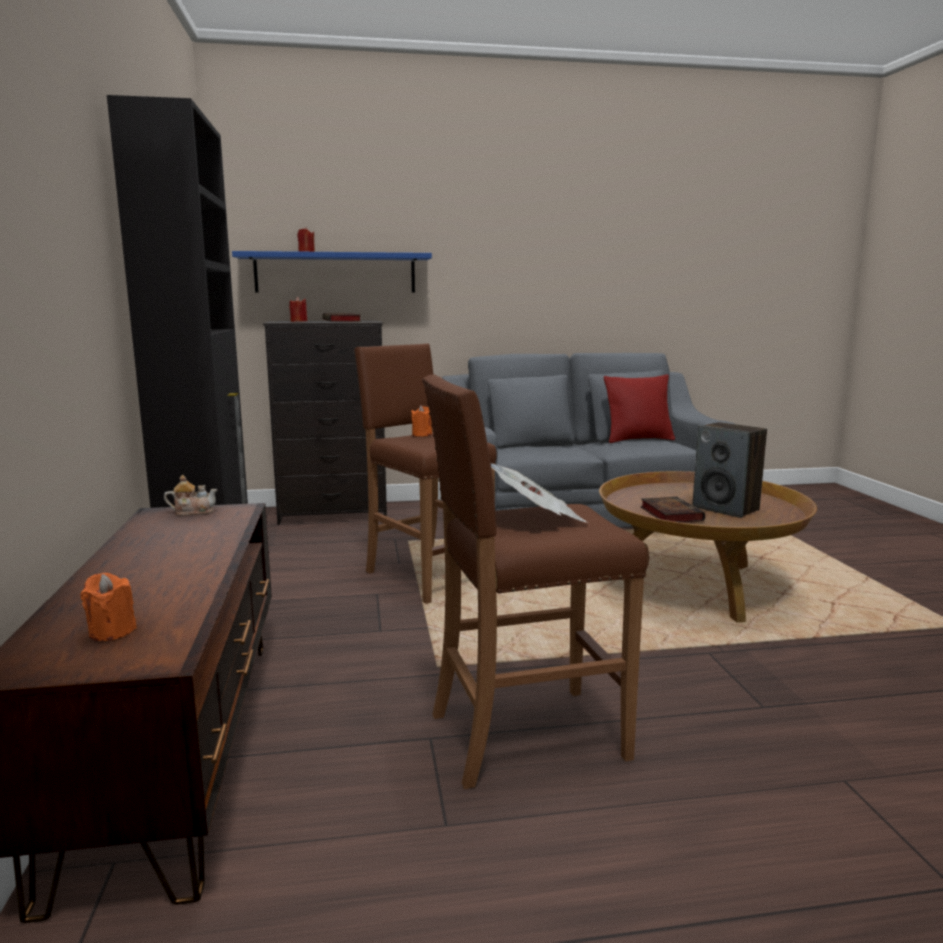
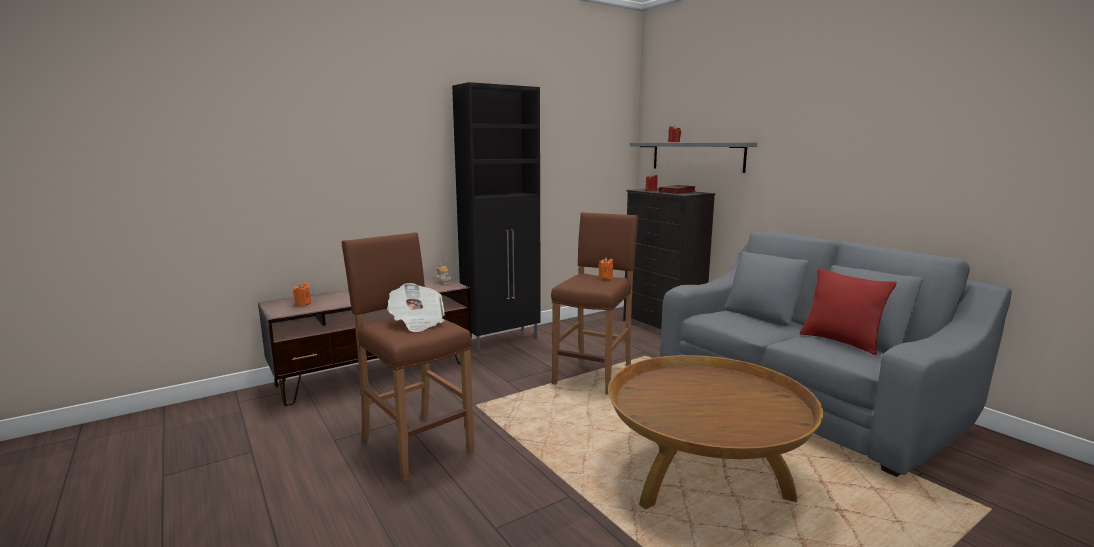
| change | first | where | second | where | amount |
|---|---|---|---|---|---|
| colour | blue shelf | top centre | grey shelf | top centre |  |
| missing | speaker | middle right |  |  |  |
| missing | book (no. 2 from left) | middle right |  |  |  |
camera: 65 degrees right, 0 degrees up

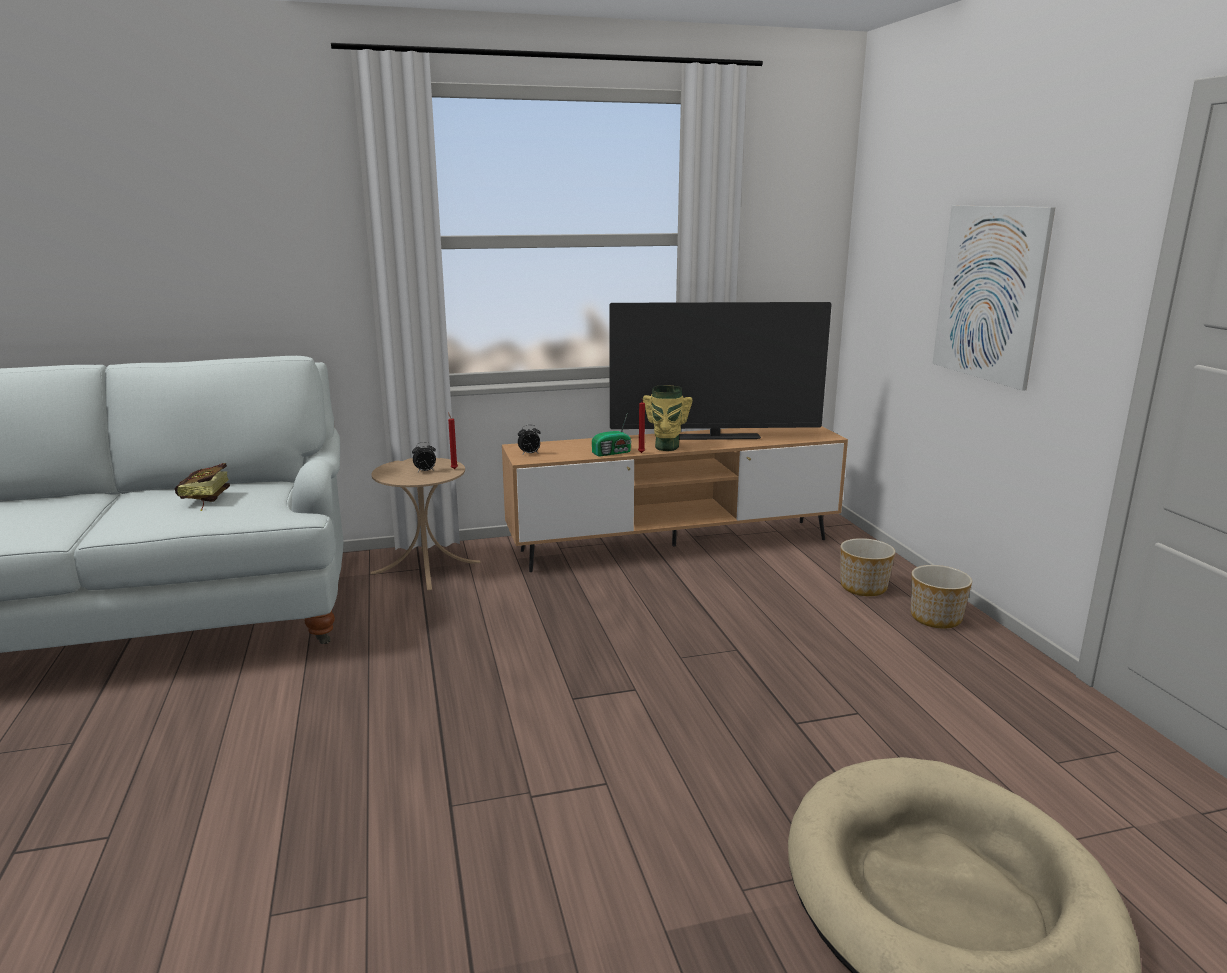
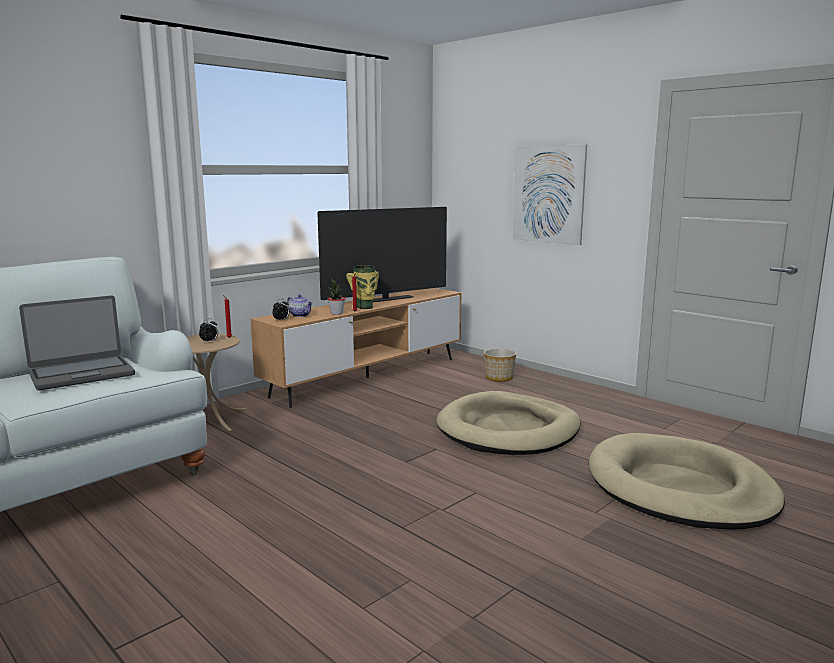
| change | first | where | second | where | amount |
|---|---|---|---|---|---|
| exchanged | radio | centre | potted plant | centre |  |
| exchanged | book | middle left | laptop | middle left |  |
| missing | planter (no. 2 from left) | middle right |  |  |  |
| appeared |  |  | teapot | centre |  |
| appeared |  |  | beige dog bed (no. 1 from left) | centre |  |
camera: 30 degrees left, 5 degrees down

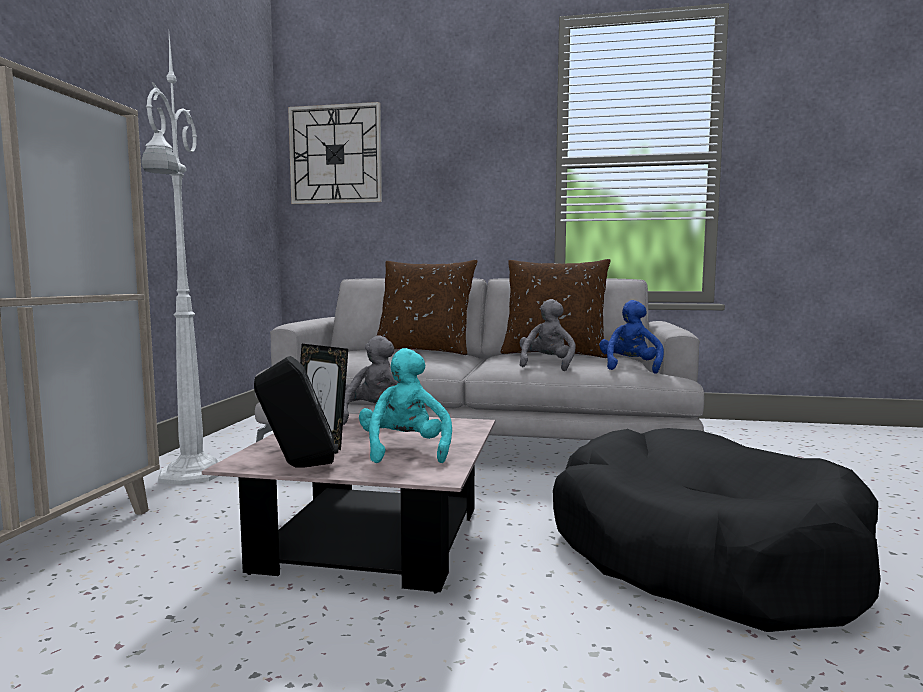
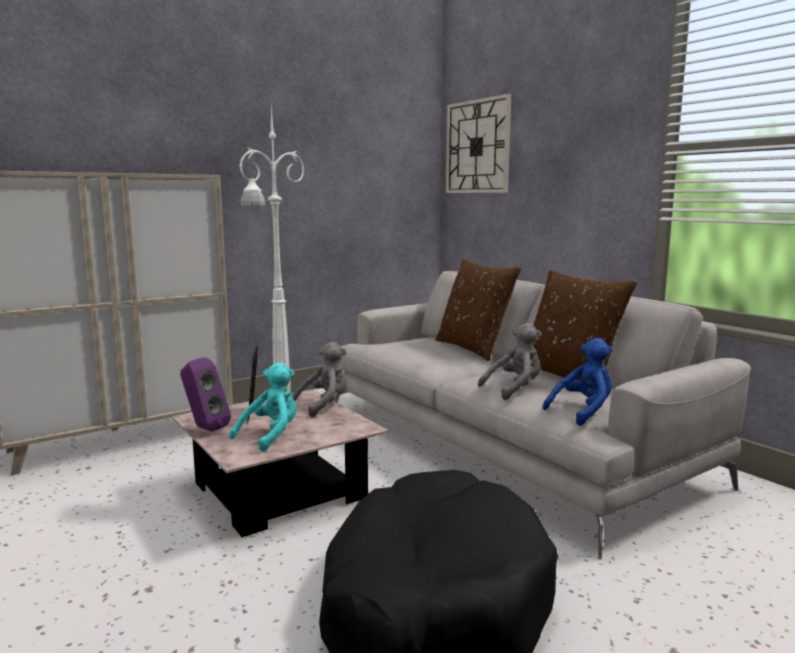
| change | first | where | second | where | amount |
|---|---|---|---|---|---|
| colour | black speaker | middle left | purple speaker | middle left |  |
camera: 45 degrees right, 5 degrees up

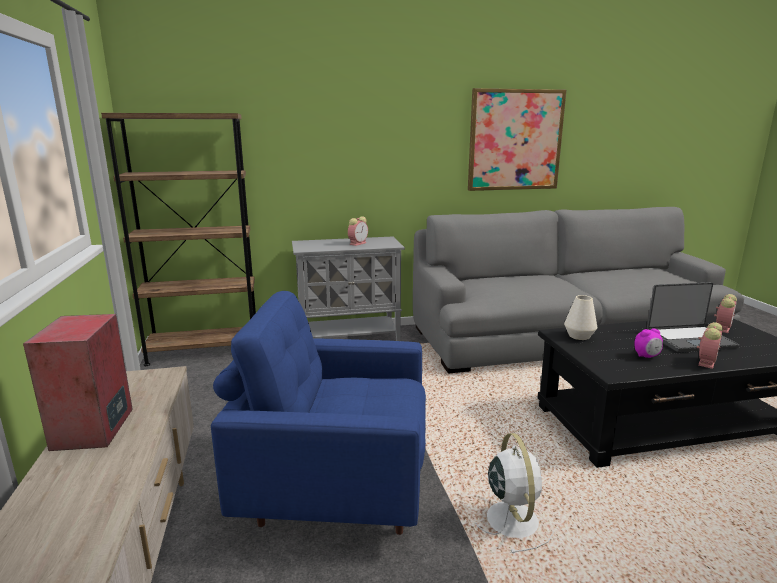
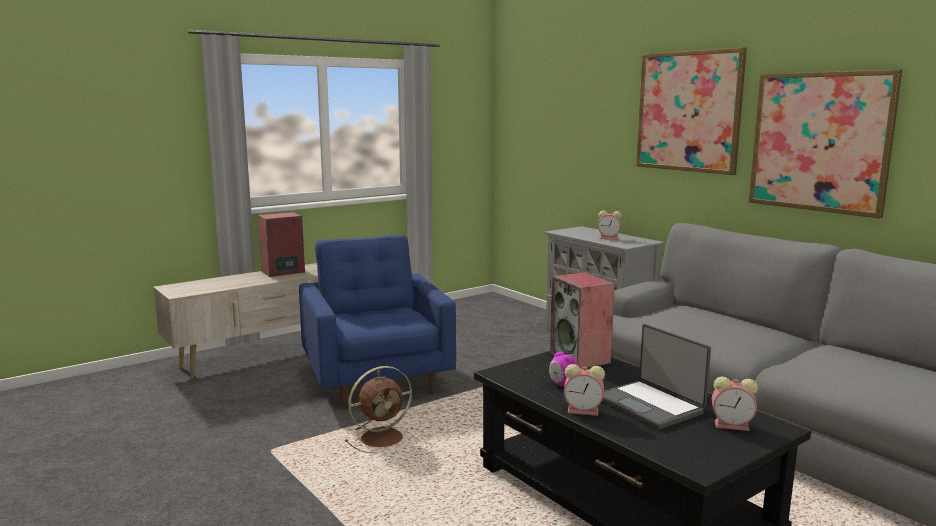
| change | first | where | second | where | amount |
|---|---|---|---|---|---|
| missing | brown bookcase | middle left |  |  |  |
| exchanged | white vase | middle right | speaker (no. 2 from left) | centre |  |
| colour | white fan | bottom centre | brown fan | bottom centre |  |
| appeared |  |  | picture (no. 1 from left) | top right |  |
camera: 65 degrees right, 5 degrees down

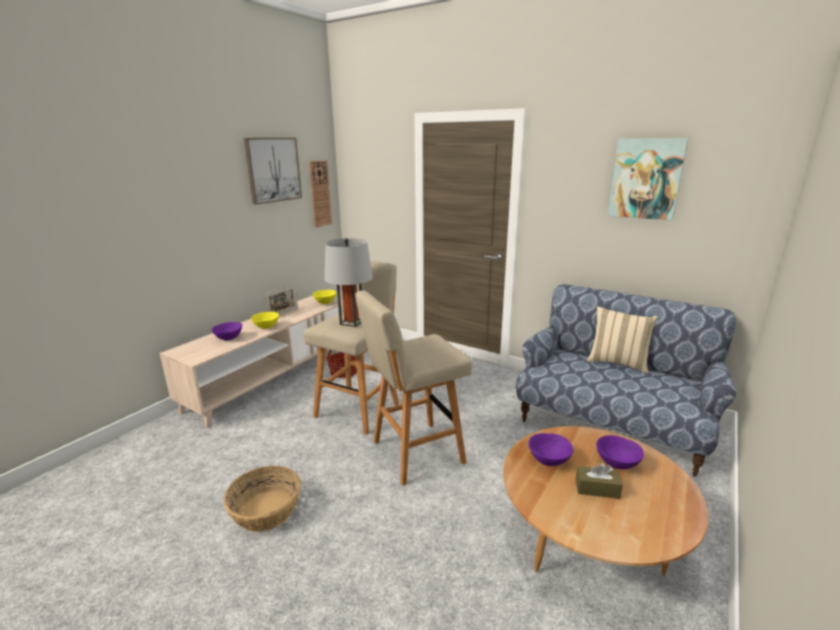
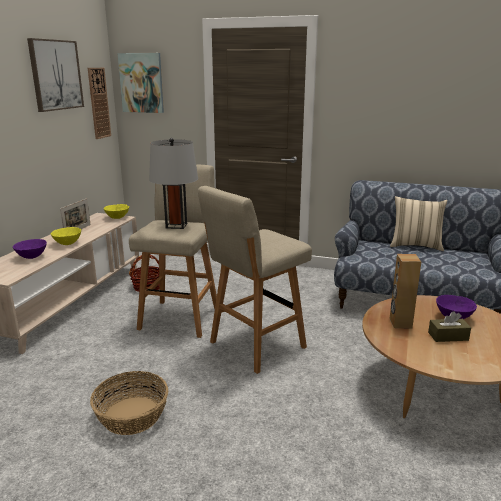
| change | first | where | second | where | amount |
|---|---|---|---|---|---|
| relocated | picture (no. 2 from left) | top right |  | top left |  |
| exchanged | purple bowl (no. 2 from left) | bottom centre | brown speaker | middle right |  |
camera: 15 degrees left, 0 degrees up

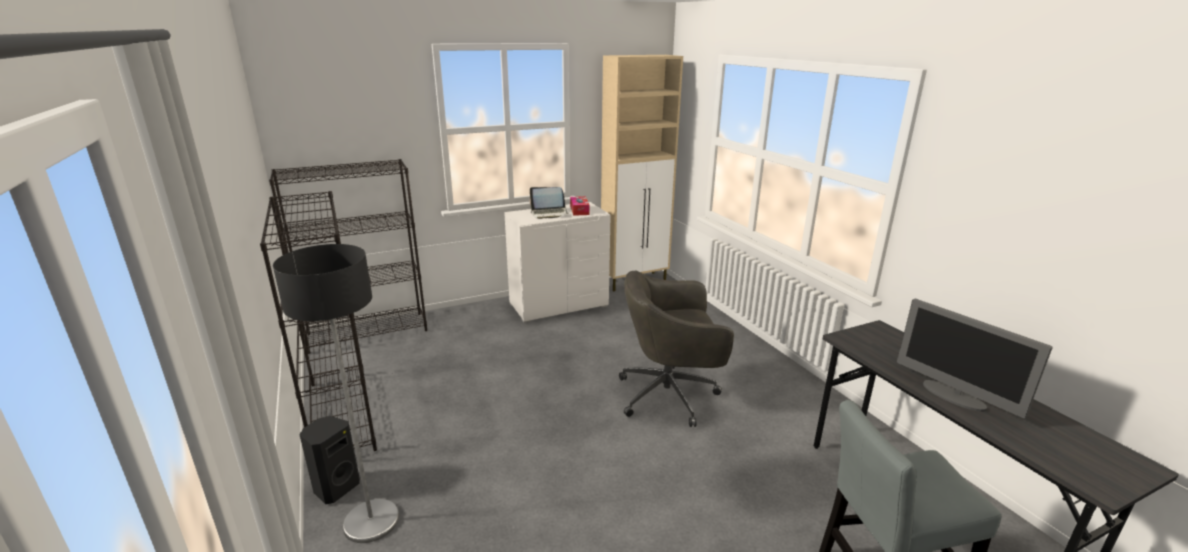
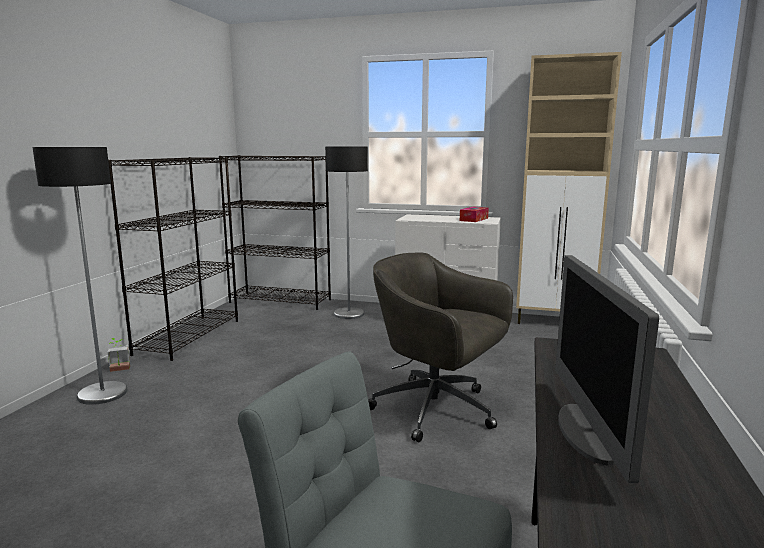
| change | first | where | second | where | amount |
|---|---|---|---|---|---|
| missing | laptop | centre |  |  |  |
| exchanged | black speaker | bottom left | potted plant | middle left |  |
| appeared |  |  | floor lamp (no. 2 from left) | centre |  |
camera: 40 degrees right, 10 degrees down

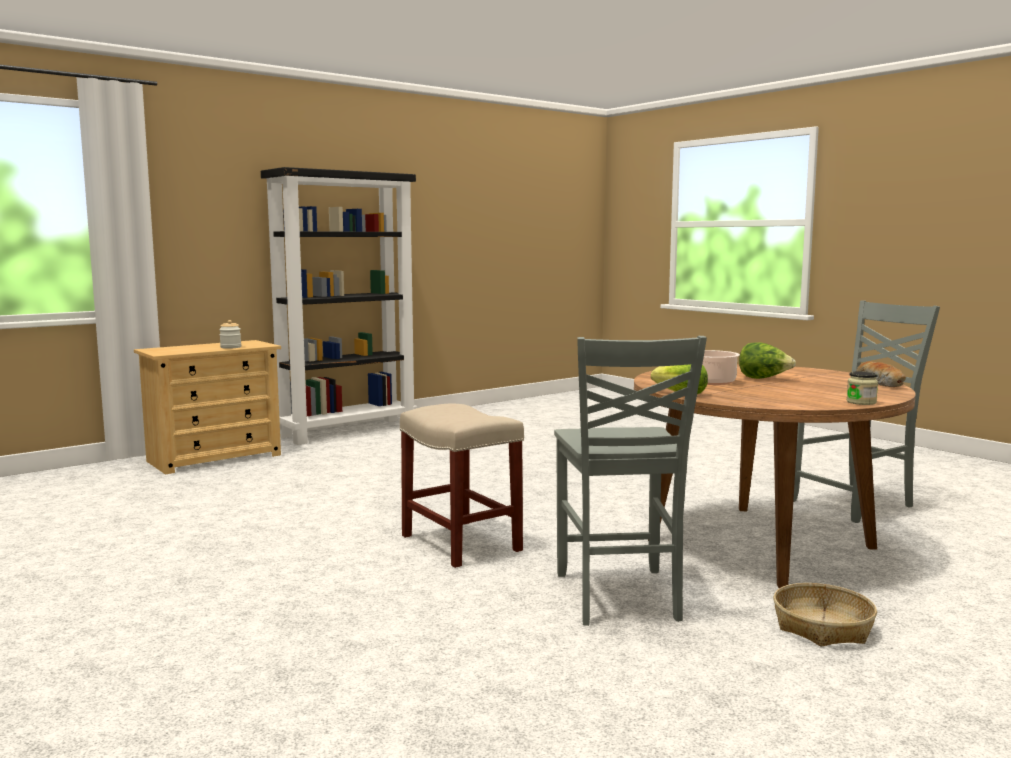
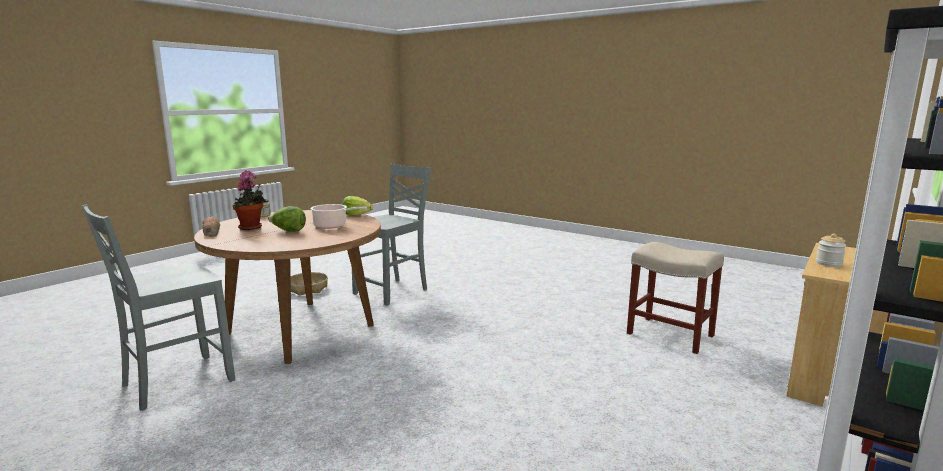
| change | first | where | second | where | amount |
|---|---|---|---|---|---|
| spun | grey chair (no. 1 from left in the first image) | centre | grey chair (no. 2 from left) | centre | 60 degrees clockwise |
| relocated | beige stool | centre |  | middle right |  |
| appeared |  |  | potted plant | middle left |  |
camera: 165 degrees right, 5 degrees up

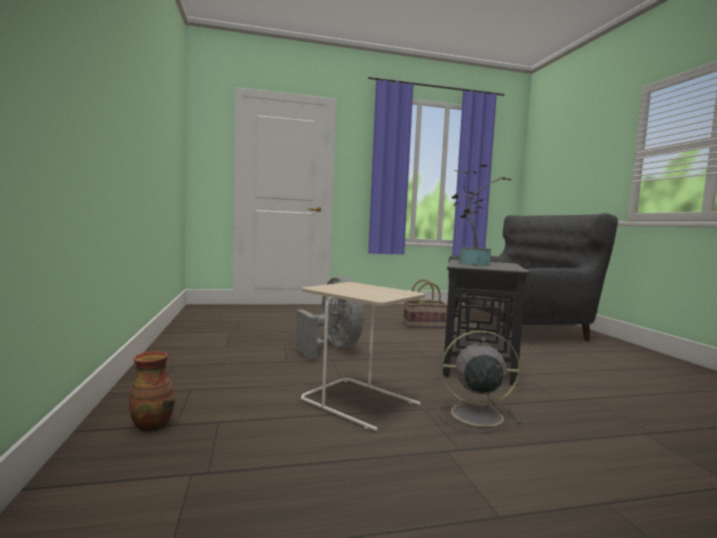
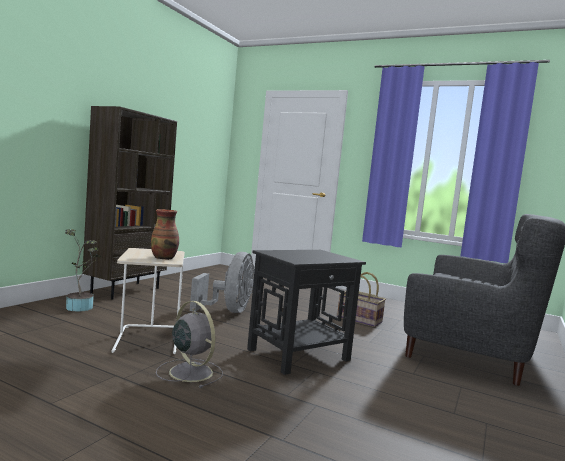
| change | first | where | second | where | amount |
|---|---|---|---|---|---|
| relocated | potted plant | middle right |  | middle left |  |
| relocated | vase | bottom left |  | middle left |  |
| appeared |  |  | brown bookcase | middle left |  |
camera: 40 degrees right, 0 degrees up

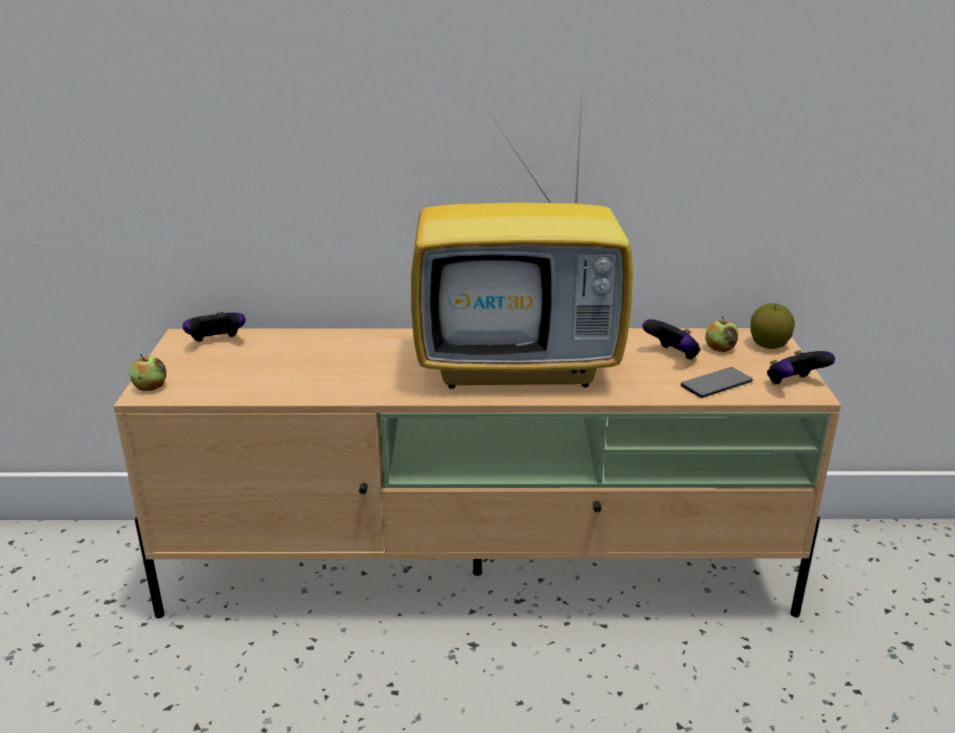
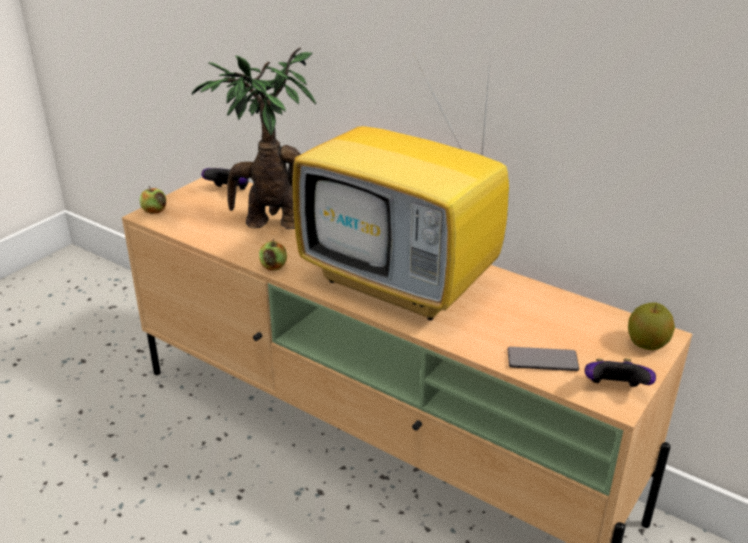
| change | first | where | second | where | amount |
|---|---|---|---|---|---|
| relocated | apple (no. 2 from left) | middle right |  | centre |  |
| missing | game controller (no. 2 from left) | middle right |  |  |  |
| appeared |  |  | potted plant | top centre |  |
camera: 35 degrees right, 5 degrees up

